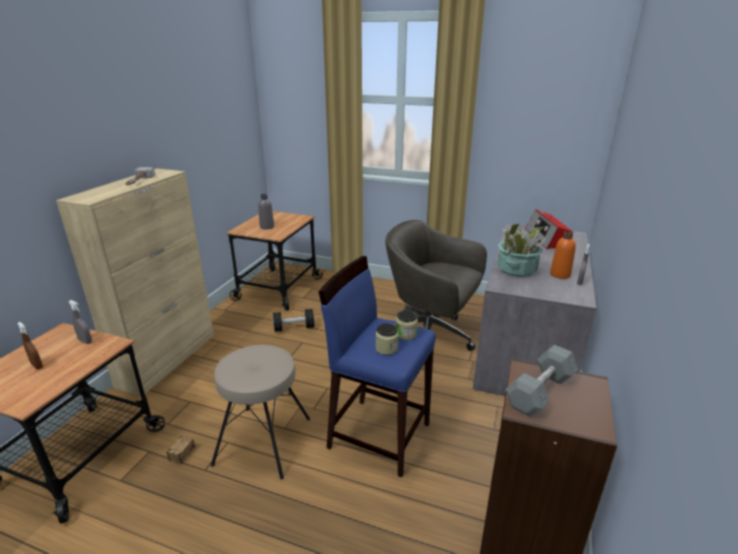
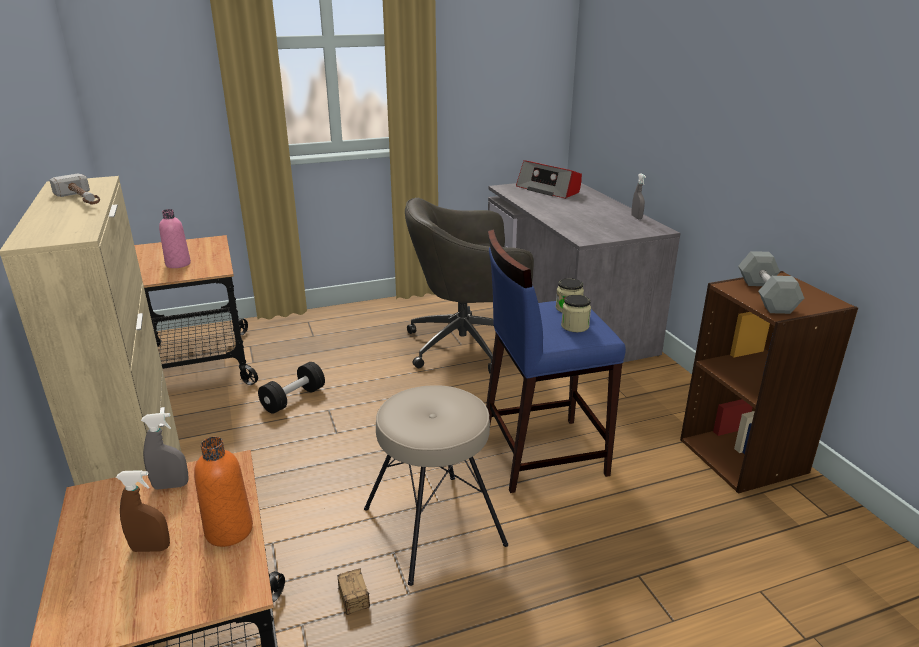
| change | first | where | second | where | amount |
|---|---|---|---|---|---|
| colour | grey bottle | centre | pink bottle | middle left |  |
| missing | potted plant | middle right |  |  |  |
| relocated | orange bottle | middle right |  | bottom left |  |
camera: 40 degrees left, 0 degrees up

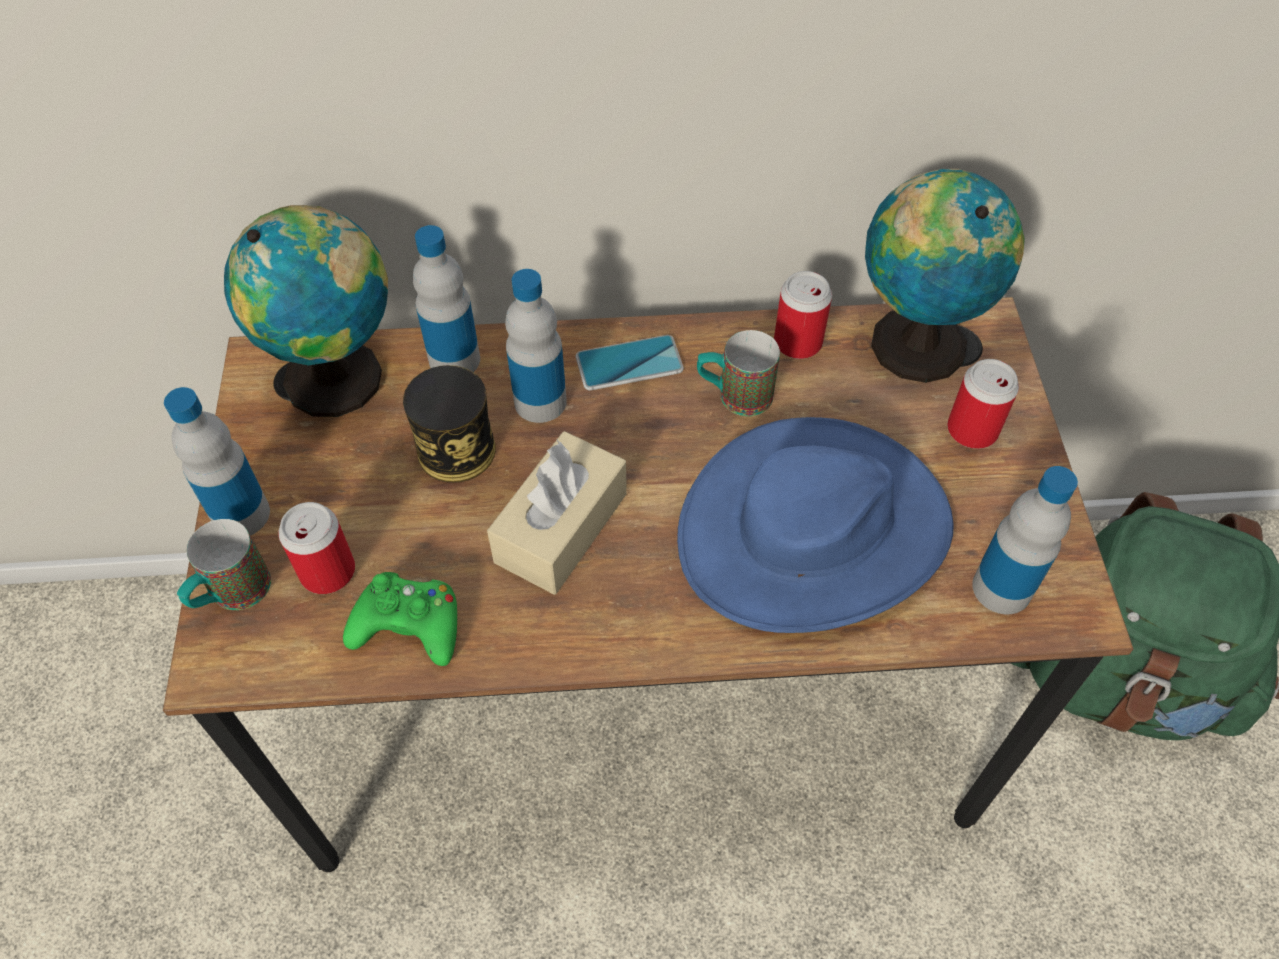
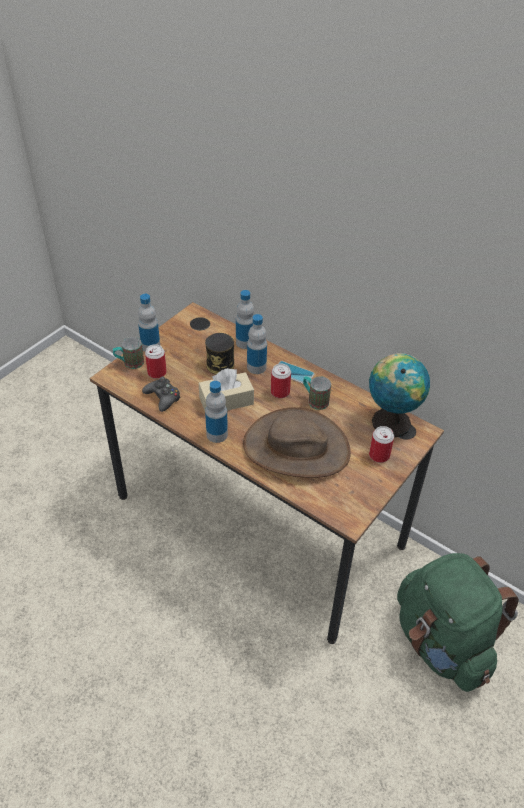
| change | first | where | second | where | amount |
|---|---|---|---|---|---|
| missing | globe (no. 1 from left) | top left |  |  |  |
| relocated | can (no. 3 from left) | top centre |  | centre |  |
| colour | blue hat | centre | brown hat | centre |  |
| relocated | bottle (no. 4 from left in the first image) | middle right | bottle (no. 2 from left) | centre |  |
| colour | green game controller | middle left | black game controller | middle left |  |
camera: 40 degrees right, 10 degrees down

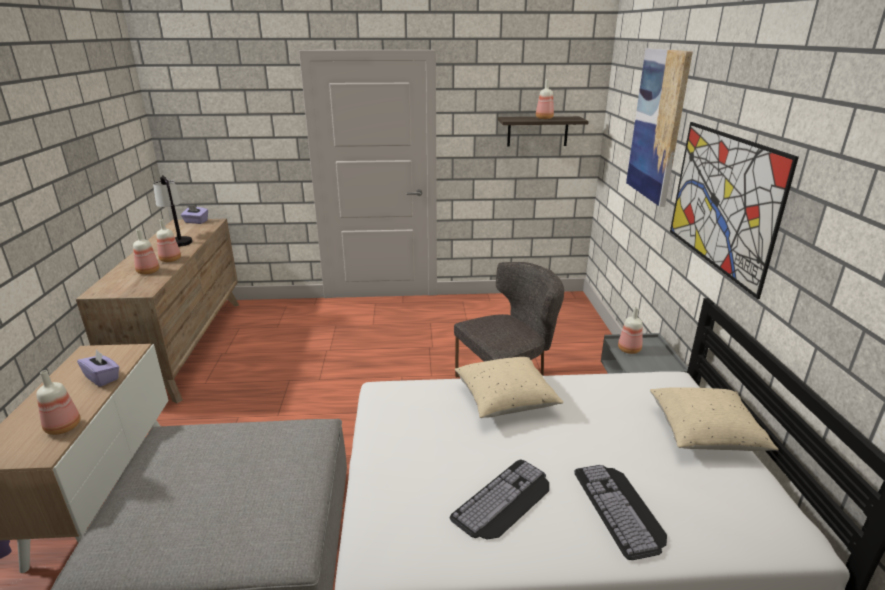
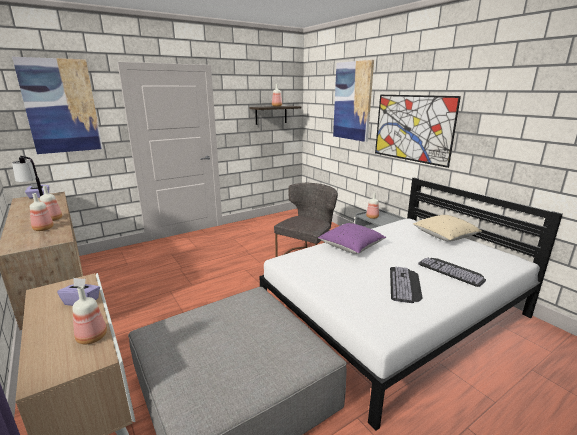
| change | first | where | second | where | amount |
|---|---|---|---|---|---|
| colour | beige pillow (no. 1 from left) | centre | purple pillow | centre |  |
| appeared |  |  | picture (no. 1 from left) | top left |  |
camera: 30 degrees left, 5 degrees down

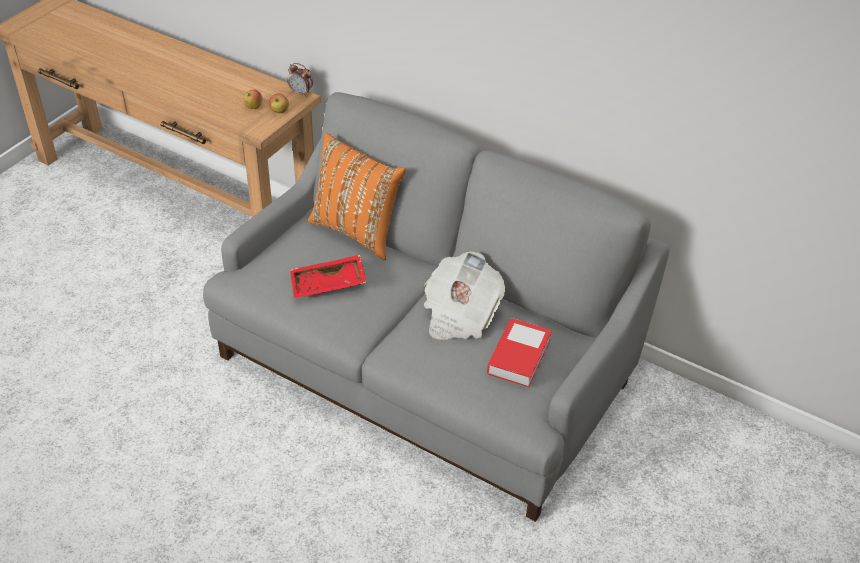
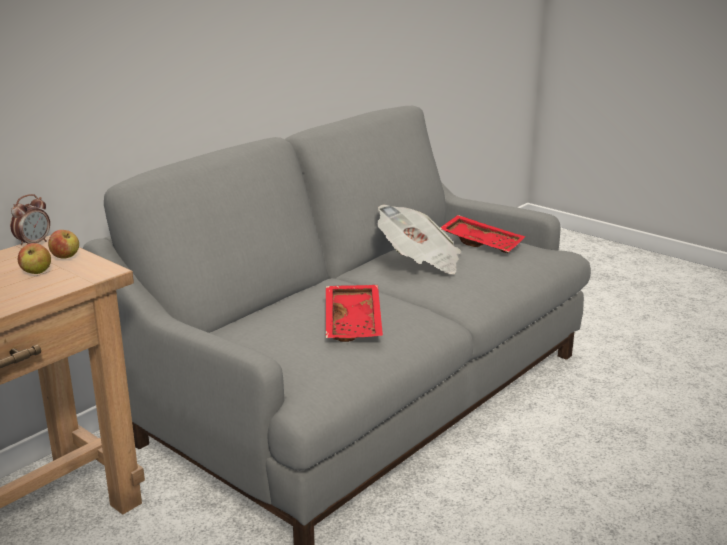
| change | first | where | second | where | amount |
|---|---|---|---|---|---|
| missing | orange pillow | centre |  |  |  |
| exchanged | book | centre | red tray (no. 2 from left) | centre |  |
camera: 80 degrees left, 20 degrees down

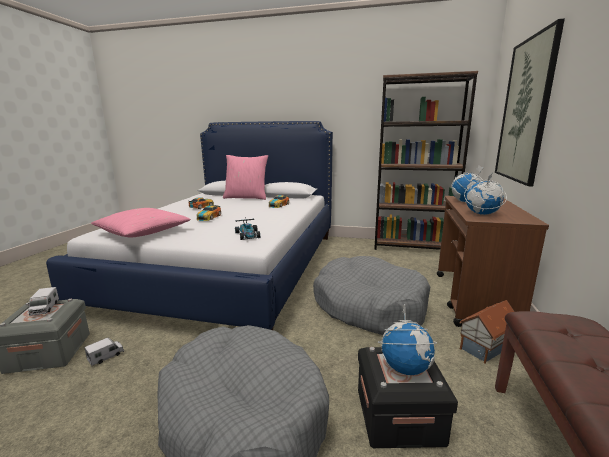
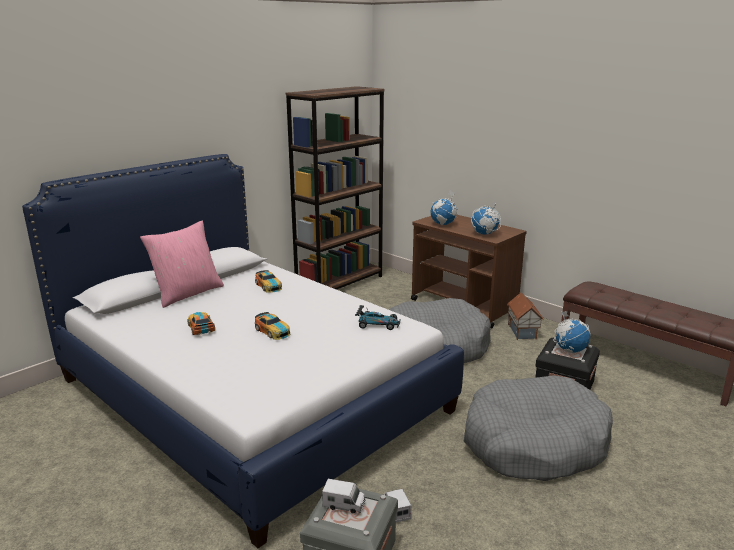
| change | first | where | second | where | amount |
|---|---|---|---|---|---|
| missing | picture | top right |  |  |  |
| missing | pink pillow (no. 1 from left) | middle left |  |  |  |
camera: 60 degrees left, 5 degrees up

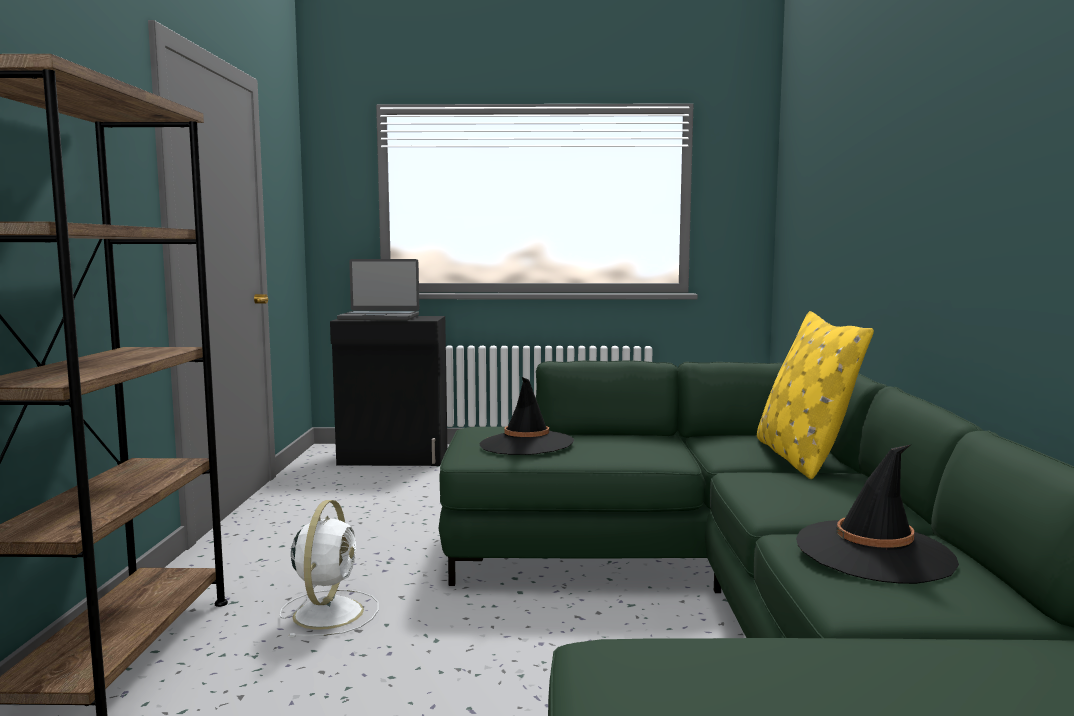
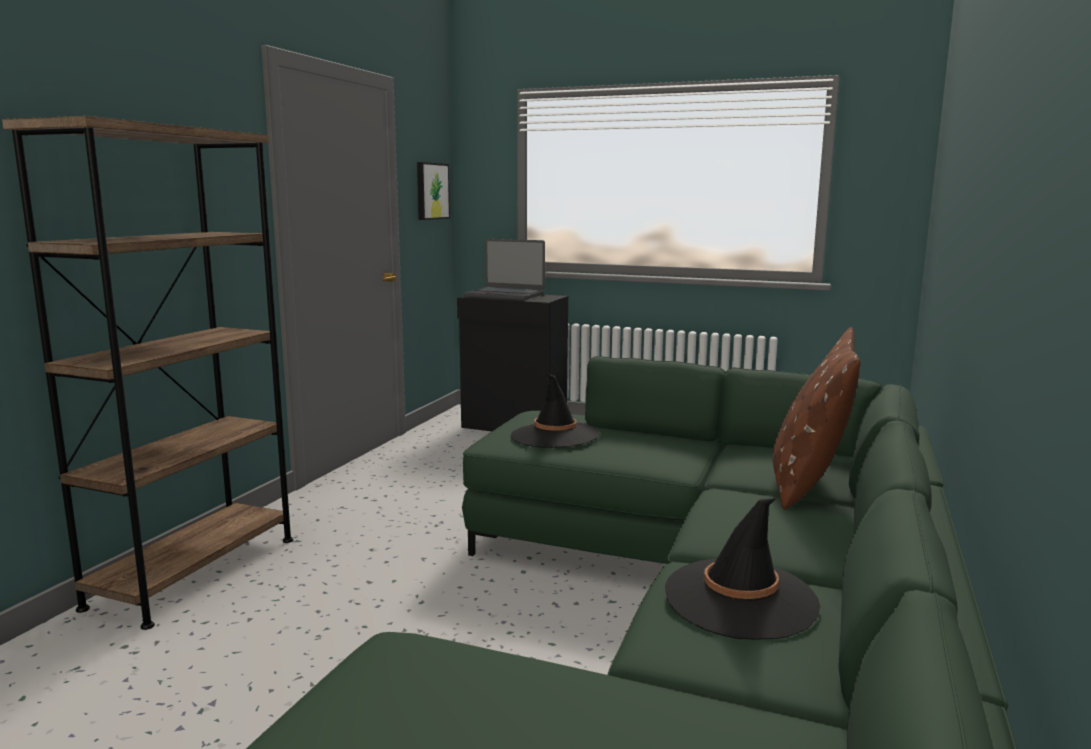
| change | first | where | second | where | amount |
|---|---|---|---|---|---|
| colour | yellow pillow | middle right | brown pillow | middle right |  |
| missing | white fan | bottom left |  |  |  |
| appeared |  |  | picture | top centre |  |
camera: 20 degrees right, 5 degrees up

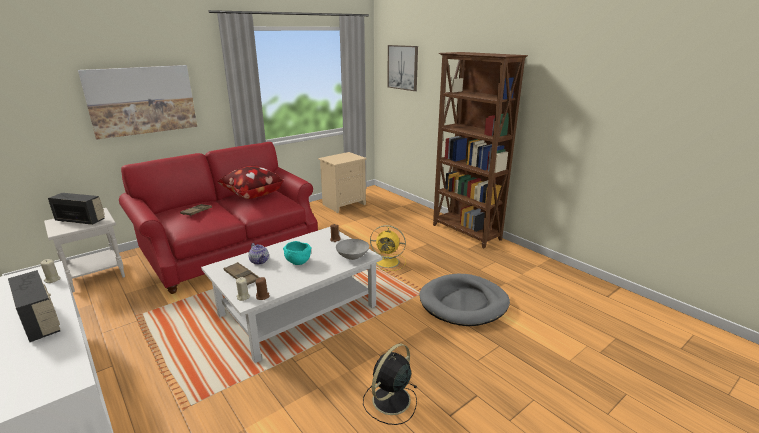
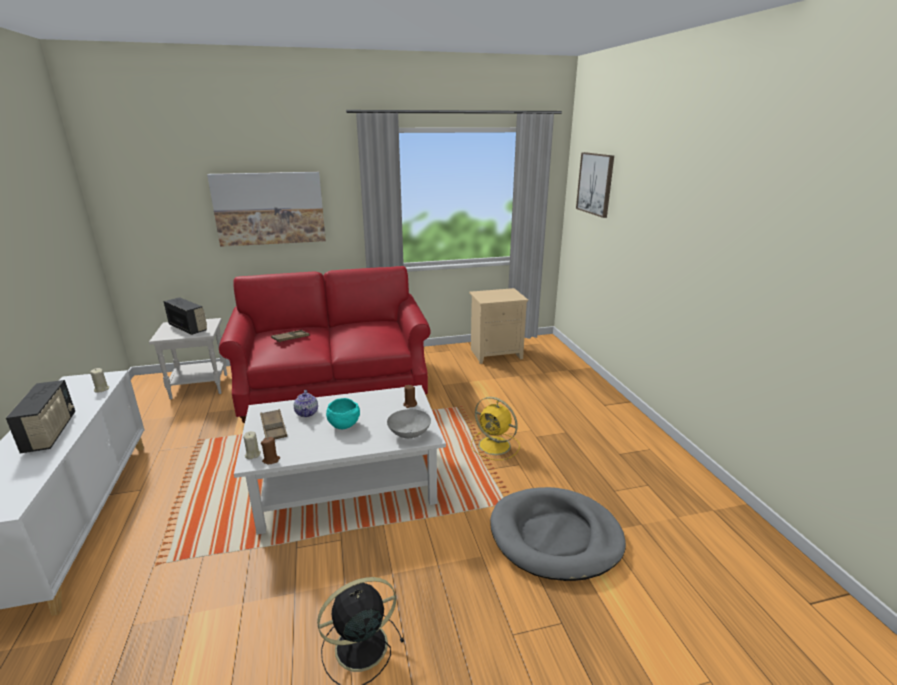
| change | first | where | second | where | amount |
|---|---|---|---|---|---|
| missing | brown bookcase | centre |  |  |  |
| missing | pillow | middle left |  |  |  |
camera: 25 degrees right, 0 degrees up

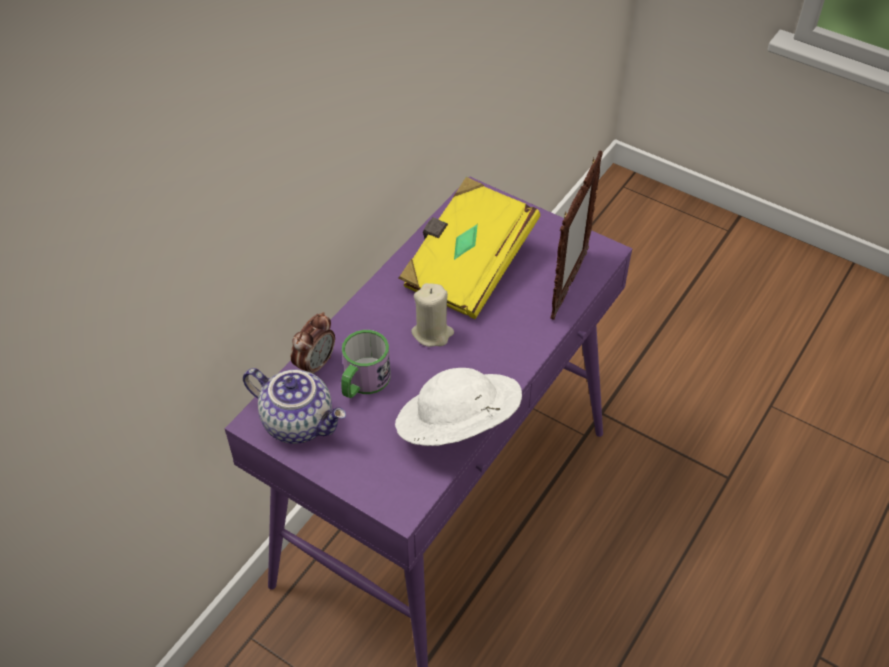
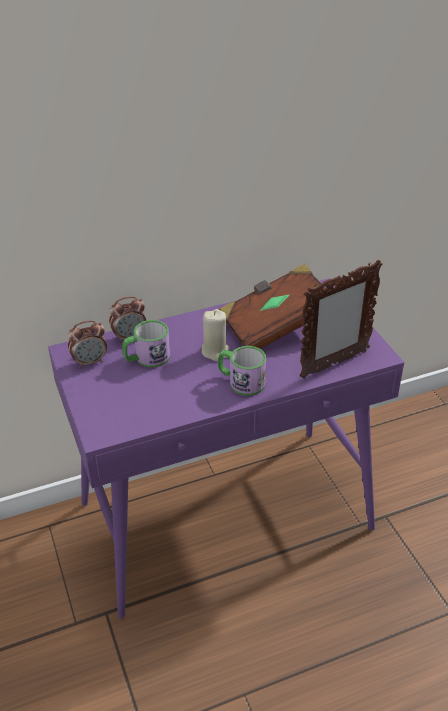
| change | first | where | second | where | amount |
|---|---|---|---|---|---|
| colour | yellow book | centre | brown book | centre |  |
| exchanged | teapot | middle left | alarm clock (no. 1 from left) | middle left |  |
| missing | white hat | centre |  |  |  |
| appeared |  |  | mug (no. 2 from left) | centre |  |
camera: 35 degrees right, 10 degrees down

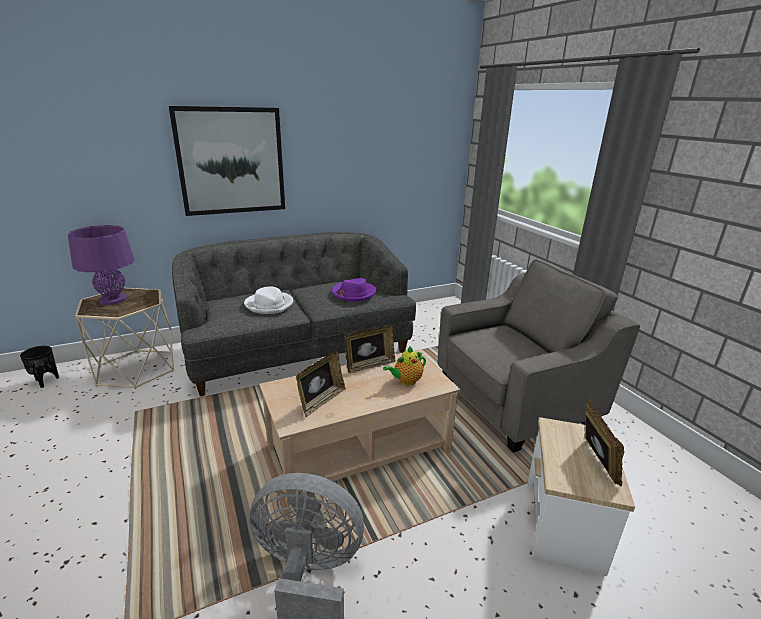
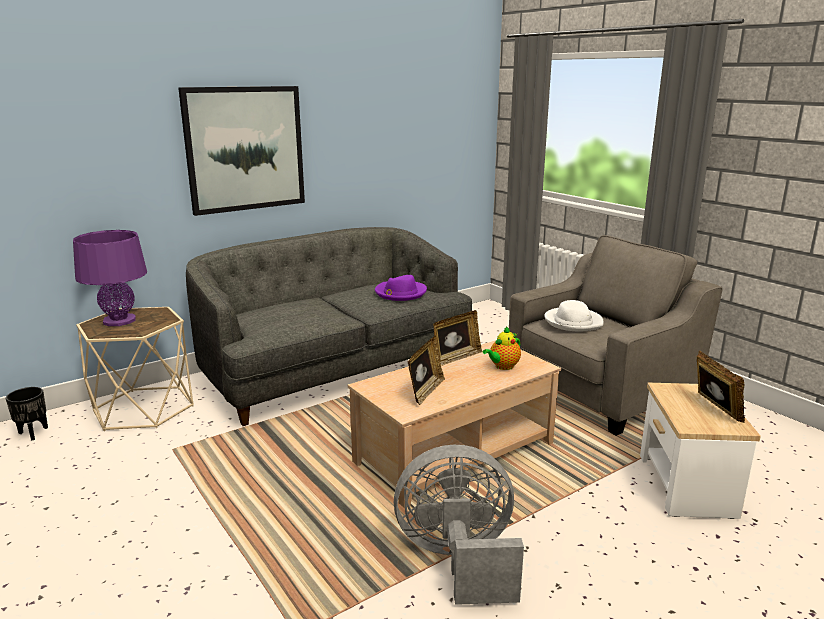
| change | first | where | second | where | amount |
|---|---|---|---|---|---|
| relocated | white hat | centre |  | middle right |  |
camera: 10 degrees left, 5 degrees down

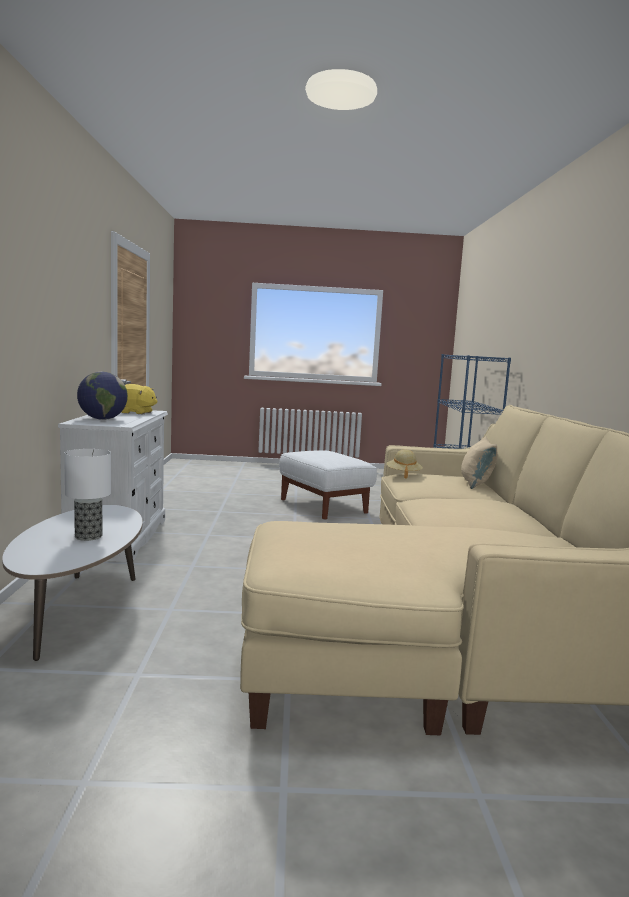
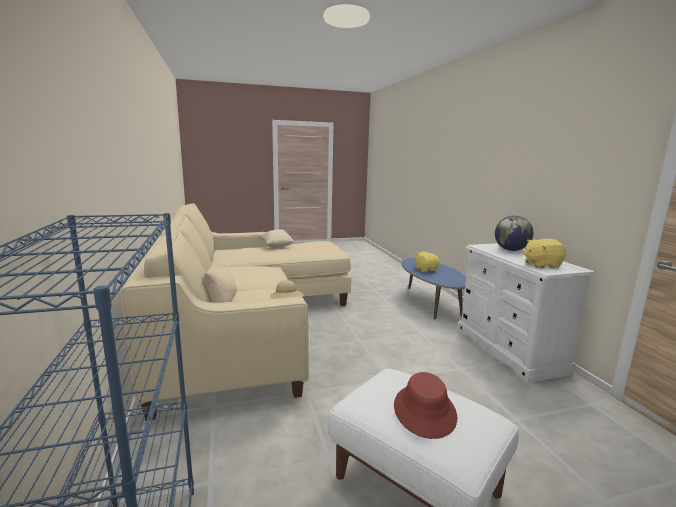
| change | first | where | second | where | amount |
|---|---|---|---|---|---|
| exchanged | table lamp | middle left | yellow plush toy (no. 1 from left) | centre |  |
| colour | white coffee table | middle left | blue coffee table | centre |  |
| appeared |  |  | beige pillow (no. 2 from left) | centre |  |
| appeared |  |  | red hat | bottom centre |  |
camera: 165 degrees right, 5 degrees up

